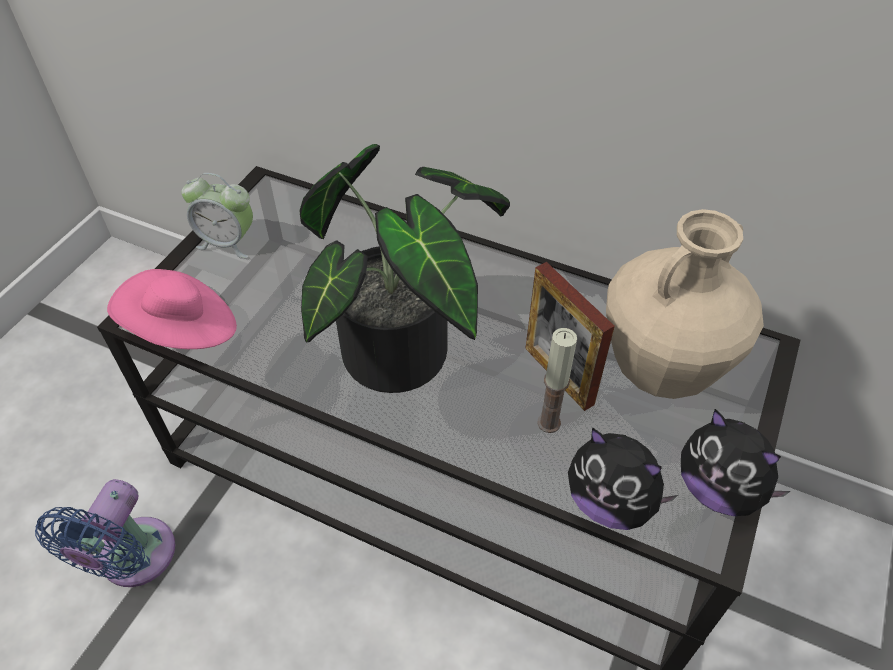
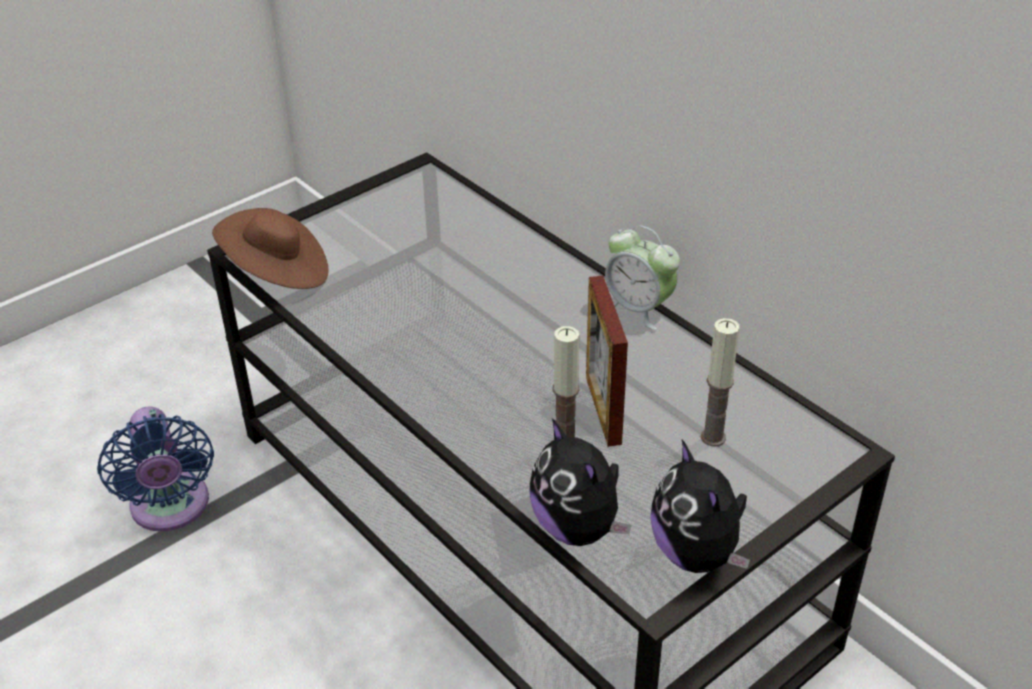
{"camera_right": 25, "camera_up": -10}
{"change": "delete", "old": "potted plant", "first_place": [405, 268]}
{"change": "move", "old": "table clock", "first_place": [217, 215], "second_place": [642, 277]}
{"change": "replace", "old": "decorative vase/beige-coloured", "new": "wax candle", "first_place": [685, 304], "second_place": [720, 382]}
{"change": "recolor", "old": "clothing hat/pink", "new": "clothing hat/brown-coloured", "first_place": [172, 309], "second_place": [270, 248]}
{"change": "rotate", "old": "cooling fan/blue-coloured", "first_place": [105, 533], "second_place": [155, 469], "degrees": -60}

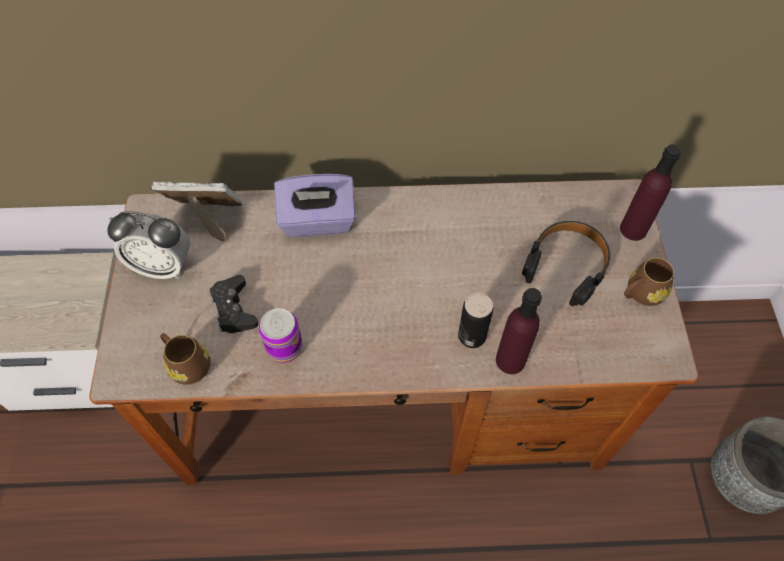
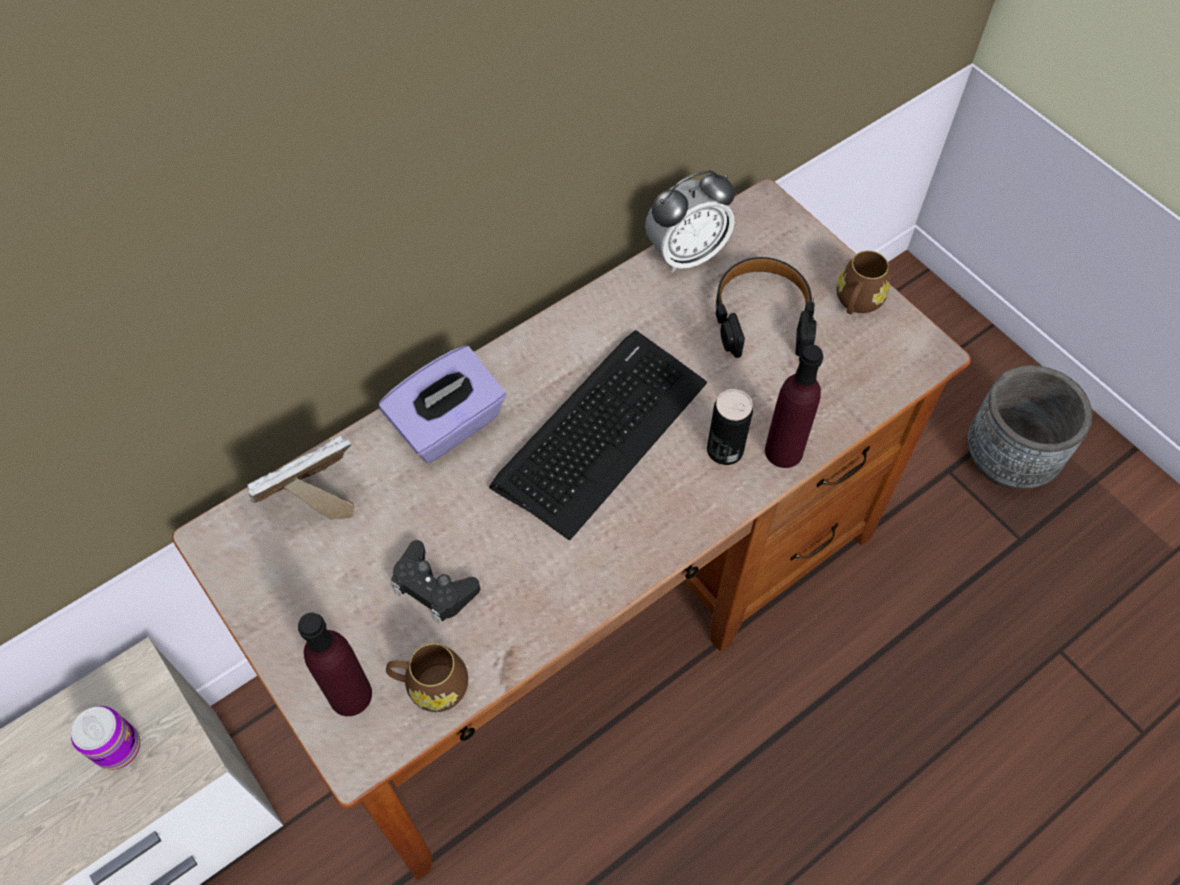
{"camera_right": -35, "camera_up": 0}
{"change": "move", "old": "drink bottle/purple-coloured", "first_place": [650, 192], "second_place": [335, 664]}
{"change": "move", "old": "table clock", "first_place": [148, 245], "second_place": [690, 221]}
{"change": "move", "old": "metal can", "first_place": [281, 335], "second_place": [105, 738]}
{"change": "insert", "new": "computer keyboard", "second_place": [598, 435]}

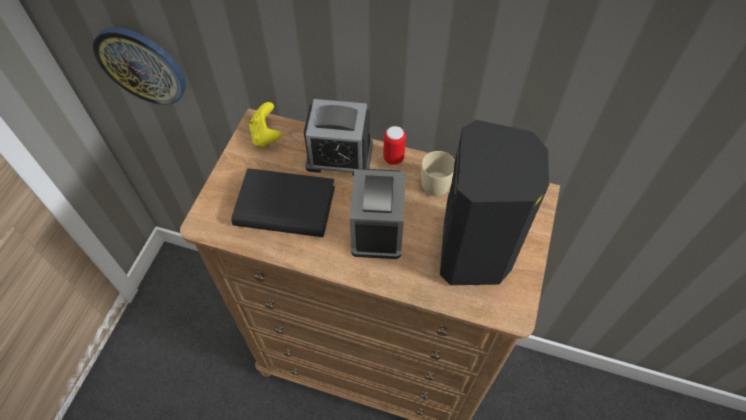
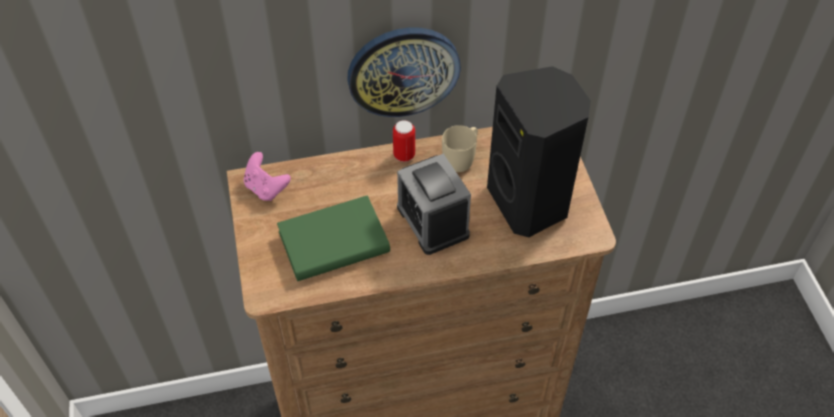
{"camera_right": -30, "camera_up": -5}
{"change": "move", "old": "clock on the wall", "first_place": [139, 66], "second_place": [404, 72]}
{"change": "delete", "old": "table clock", "first_place": [338, 137]}
{"change": "recolor", "old": "game controller/yellow", "new": "game controller/pink", "first_place": [265, 125], "second_place": [267, 176]}
{"change": "recolor", "old": "book/black", "new": "book/green-coloured", "first_place": [283, 202], "second_place": [333, 238]}

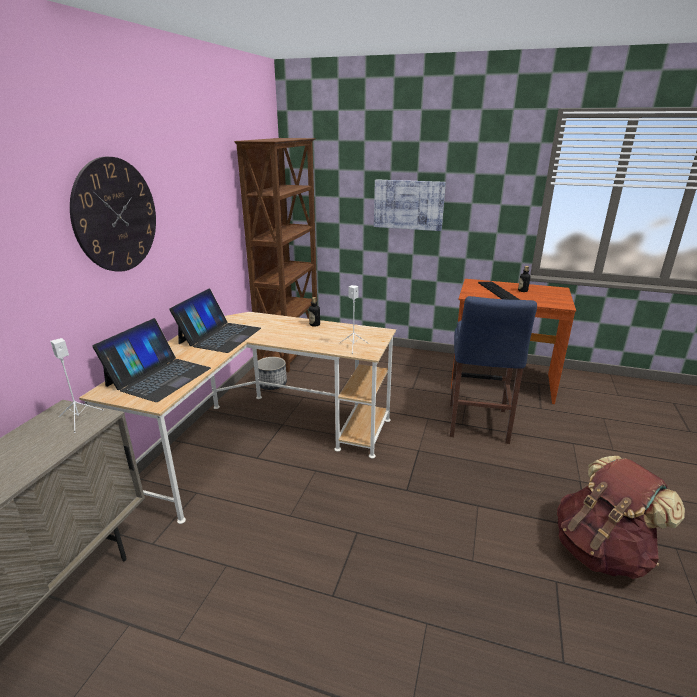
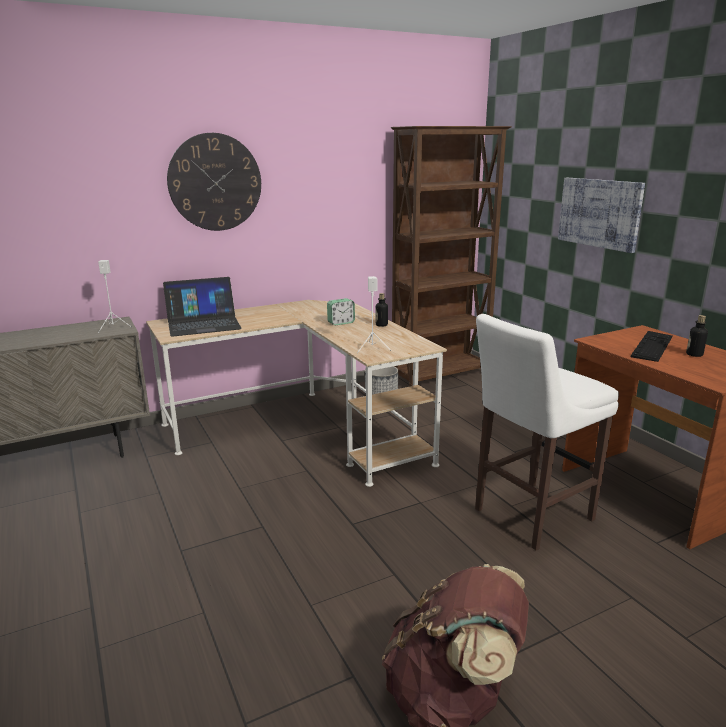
{"camera_right": 45, "camera_up": -5}
{"change": "delete", "old": "notebook computer", "first_place": [215, 320]}
{"change": "recolor", "old": "stool/blue-coloured", "new": "stool/white-coloured", "first_place": [493, 370], "second_place": [547, 432]}
{"change": "insert", "new": "table clock", "second_place": [341, 312]}

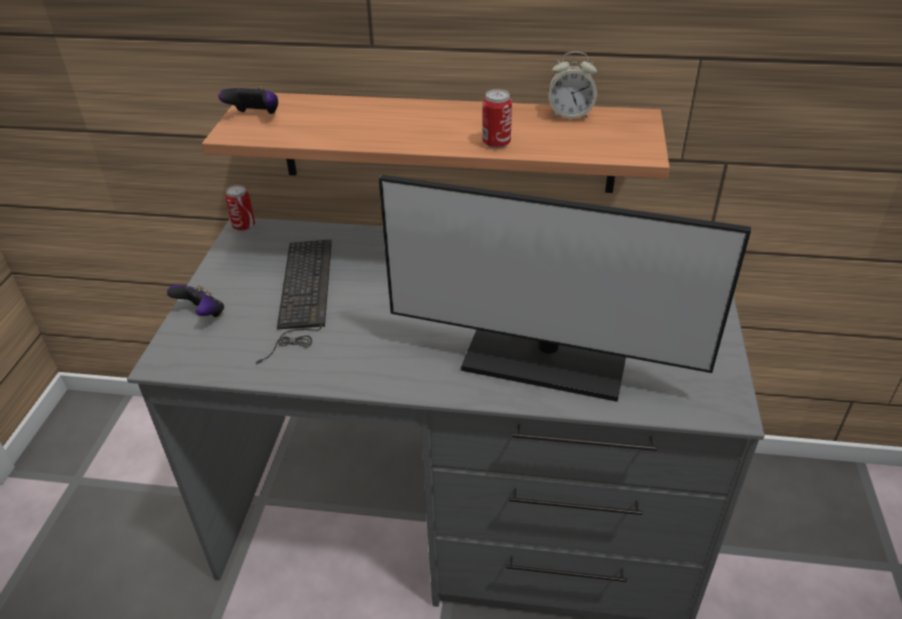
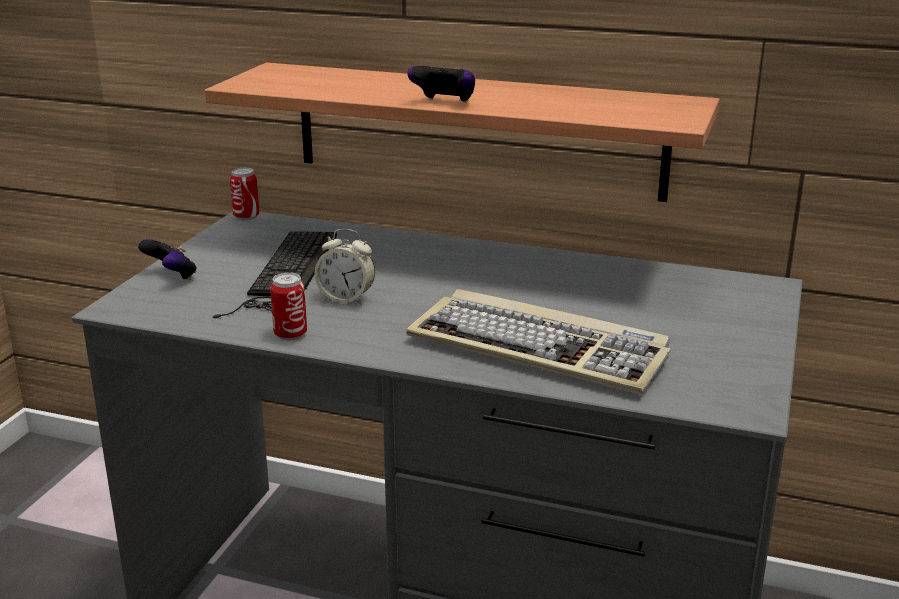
{"camera_right": 10, "camera_up": -15}
{"change": "move", "old": "table clock", "first_place": [573, 85], "second_place": [344, 267]}
{"change": "move", "old": "game controller", "first_place": [248, 100], "second_place": [441, 84]}
{"change": "move", "old": "metal can", "first_place": [497, 119], "second_place": [288, 306]}
{"change": "replace", "old": "computer screen", "new": "computer keyboard", "first_place": [565, 288], "second_place": [538, 342]}

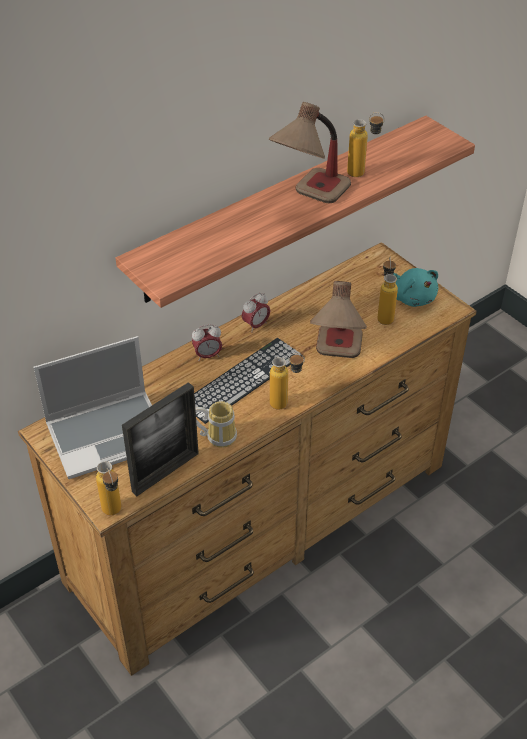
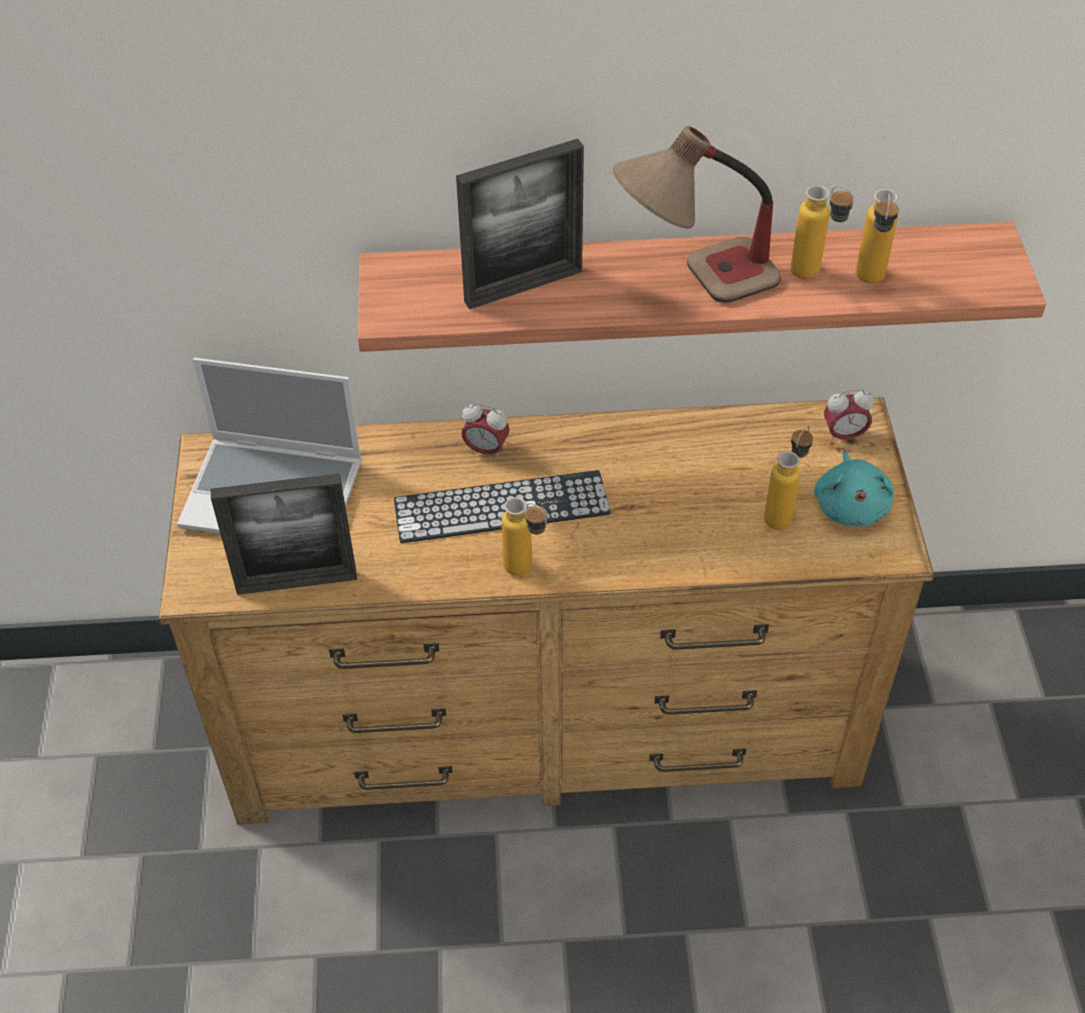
{"camera_right": 35, "camera_up": 5}
{"change": "delete", "old": "tabletop lamp", "first_place": [338, 319]}
{"change": "move", "old": "table clock", "first_place": [256, 313], "second_place": [849, 416]}
{"change": "delete", "old": "tea mug", "first_place": [216, 424]}
{"change": "move", "old": "drink bottle", "first_place": [108, 488], "second_place": [877, 236]}
{"change": "insert", "new": "picture frame", "second_place": [520, 224]}

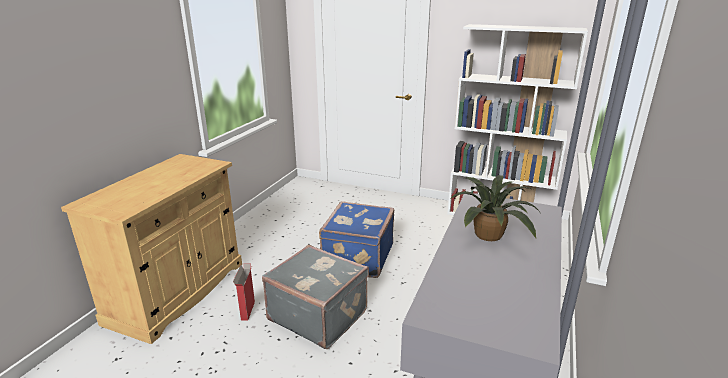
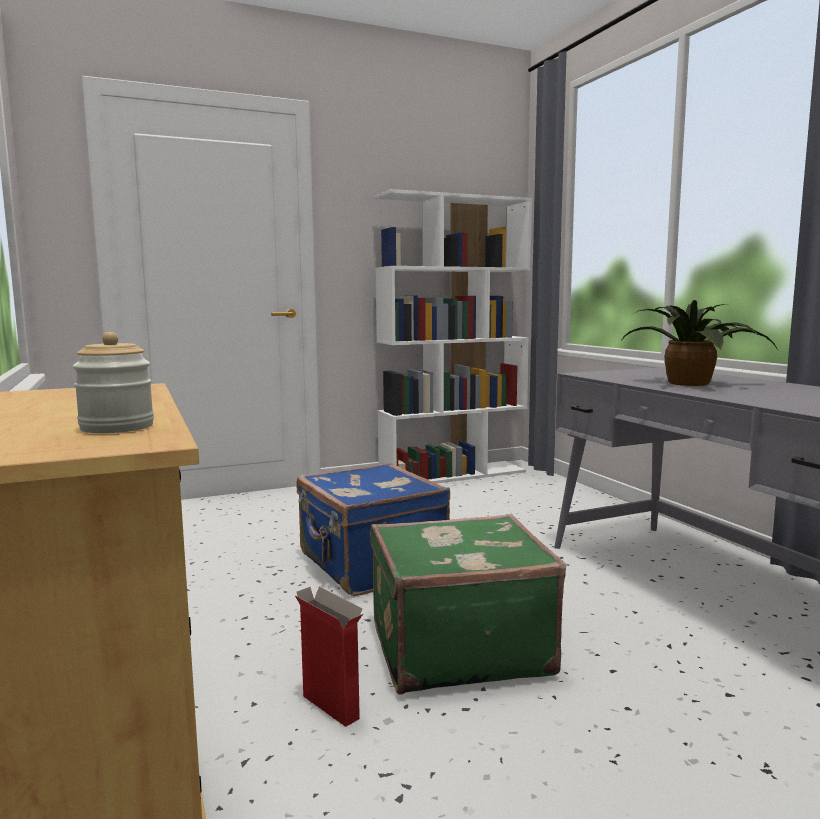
{"camera_right": -45, "camera_up": -15}
{"change": "recolor", "old": "suitcase/gray", "new": "suitcase/green-coloured", "first_place": [315, 297], "second_place": [468, 604]}
{"change": "insert", "new": "preserve jar", "second_place": [113, 382]}

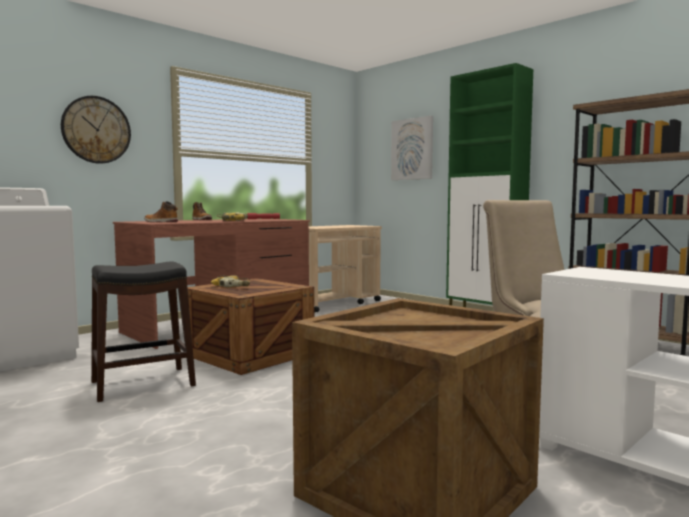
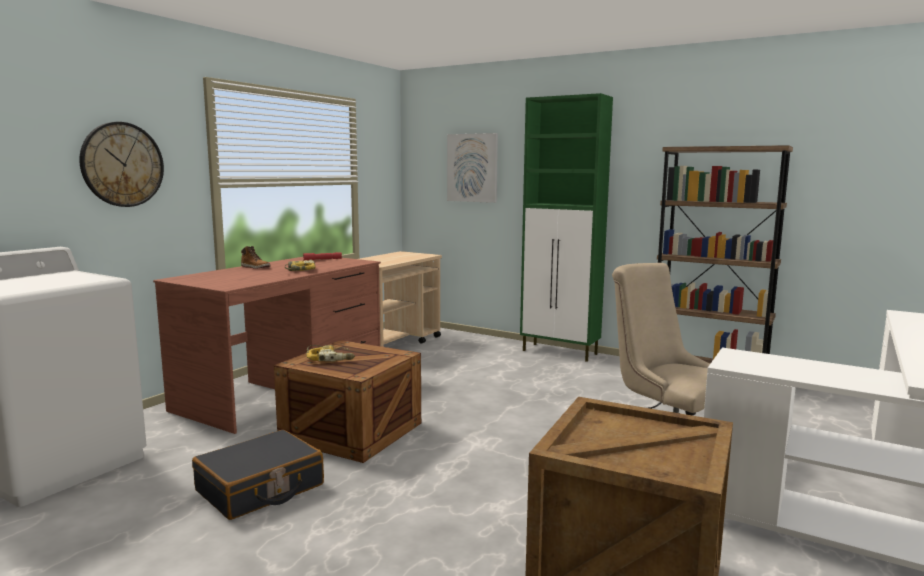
{"camera_right": -15, "camera_up": 5}
{"change": "delete", "old": "high-top boot", "first_place": [161, 211]}
{"change": "replace", "old": "stool/black", "new": "suitcase/black", "first_place": [143, 331], "second_place": [258, 475]}

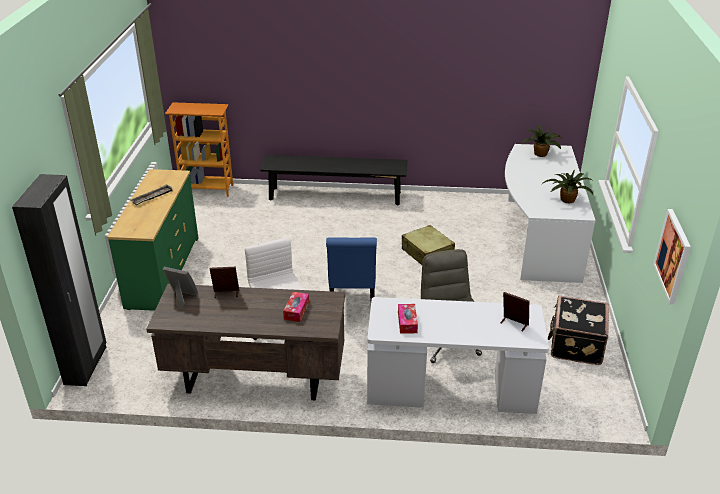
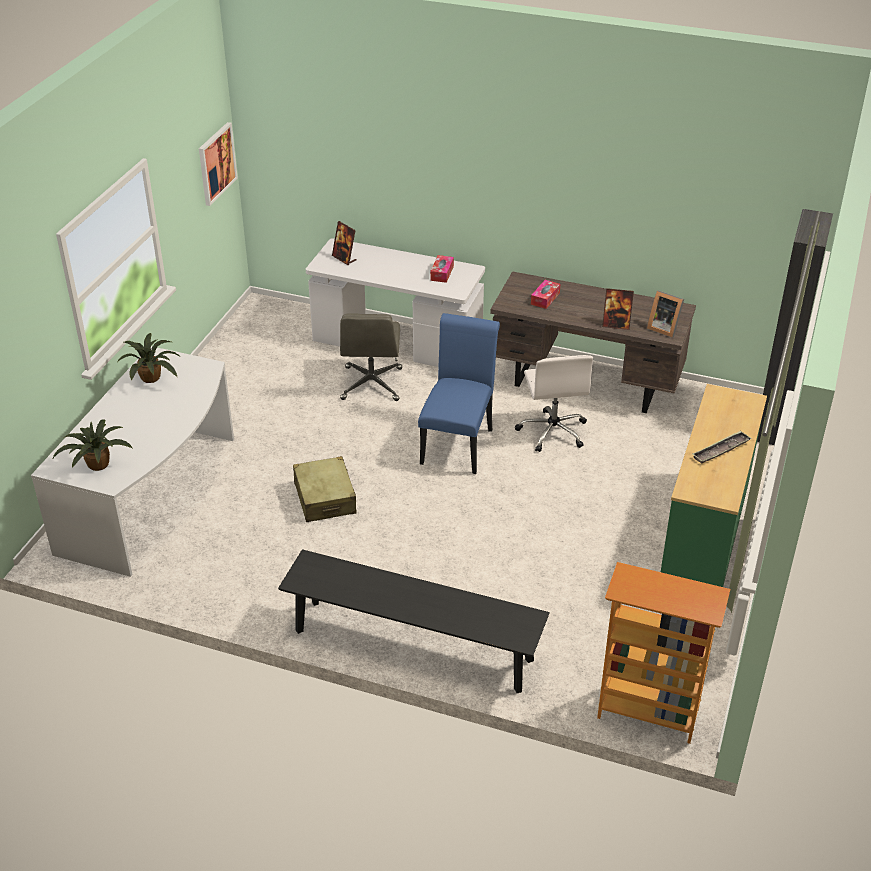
{"camera_right": -165, "camera_up": 5}
{"change": "delete", "old": "suitcase/black", "first_place": [578, 330]}

